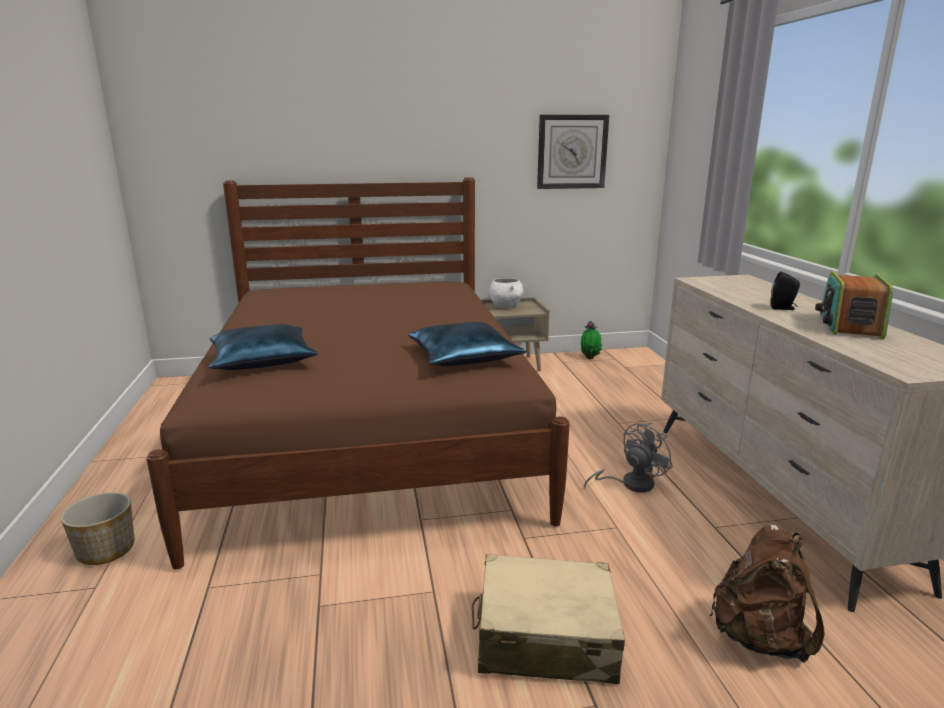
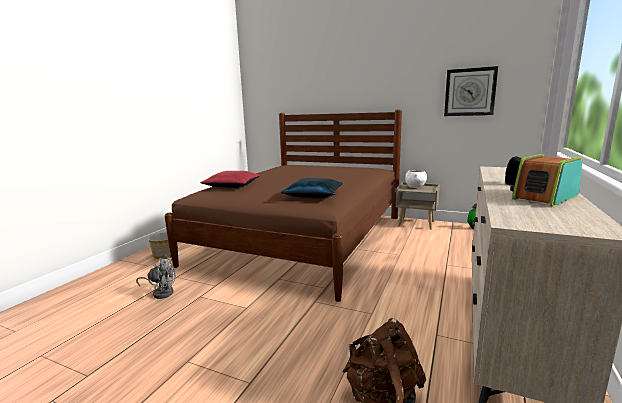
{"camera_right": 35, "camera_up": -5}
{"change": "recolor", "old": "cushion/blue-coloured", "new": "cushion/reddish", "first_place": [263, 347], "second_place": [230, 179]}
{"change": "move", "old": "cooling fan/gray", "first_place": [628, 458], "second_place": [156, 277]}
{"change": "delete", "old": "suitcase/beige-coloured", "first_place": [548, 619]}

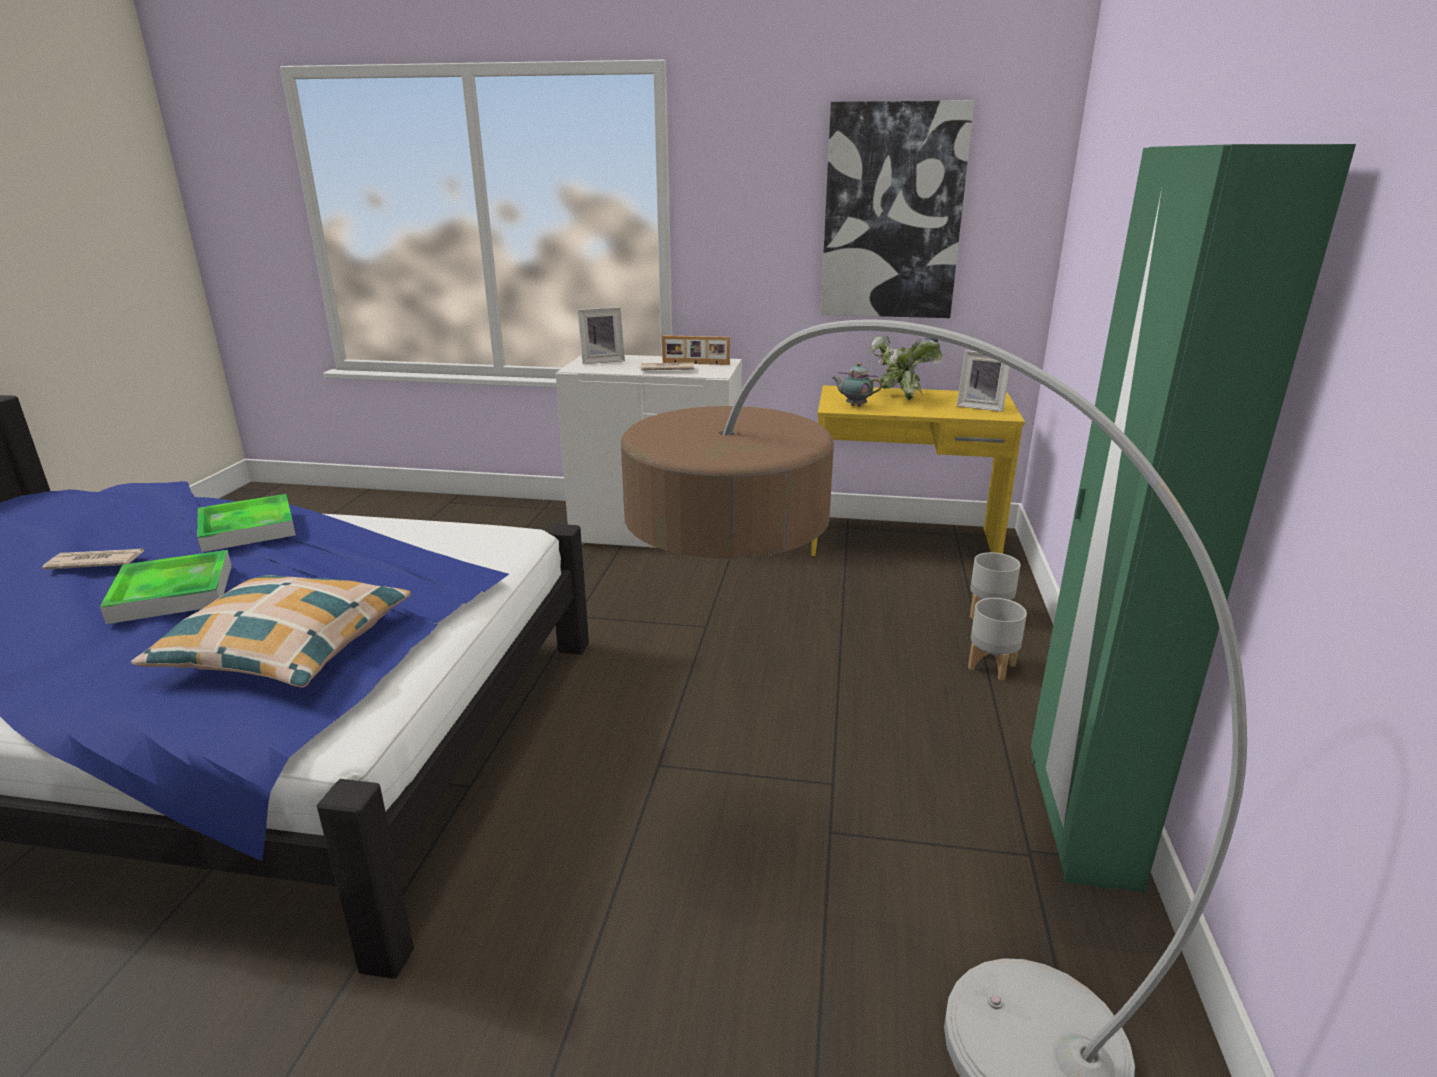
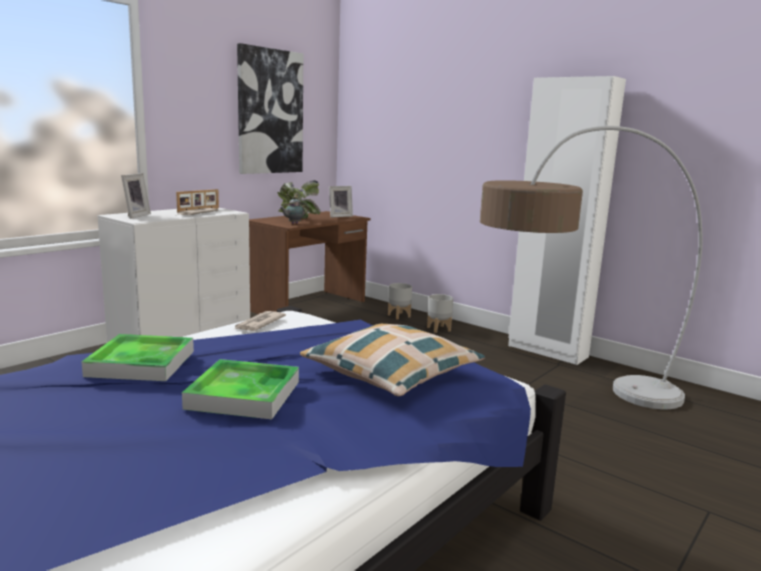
{"camera_right": -60, "camera_up": -10}
{"change": "recolor", "old": "armoire/green-coloured", "new": "armoire/white-coloured", "first_place": [1193, 518], "second_place": [567, 220]}
{"change": "recolor", "old": "desk table/yellow", "new": "desk table/brown-coloured", "first_place": [918, 470], "second_place": [309, 262]}
{"change": "move", "old": "daily paper", "first_place": [93, 559], "second_place": [259, 321]}

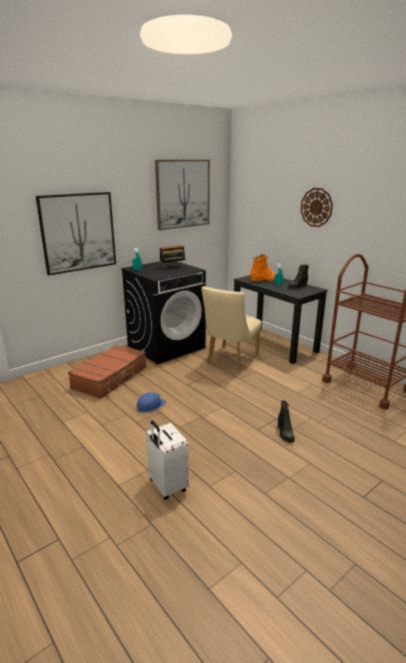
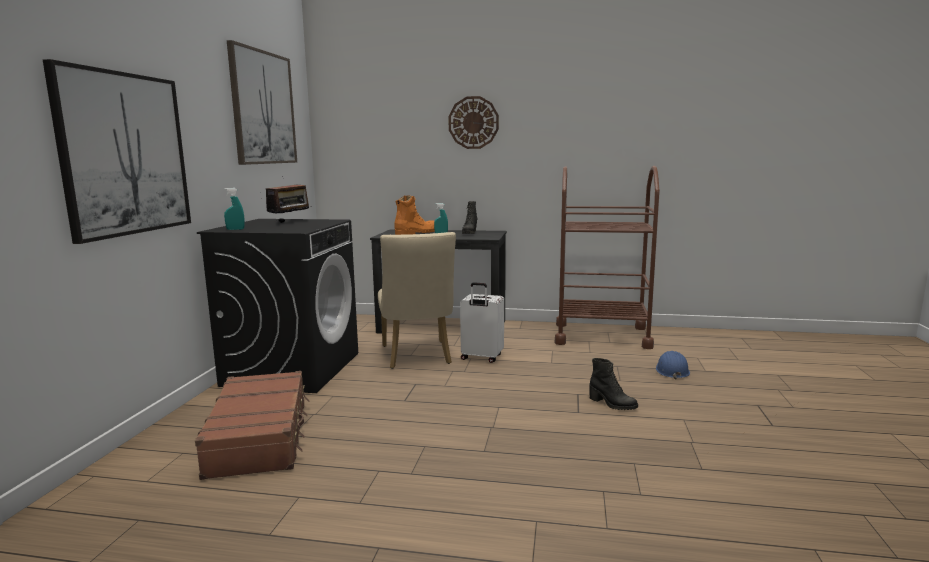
{"camera_right": -40, "camera_up": -10}
{"change": "move", "old": "safety helmet/blue-coloured", "first_place": [151, 402], "second_place": [673, 365]}
{"change": "move", "old": "suitcase/white-coloured", "first_place": [167, 459], "second_place": [482, 322]}

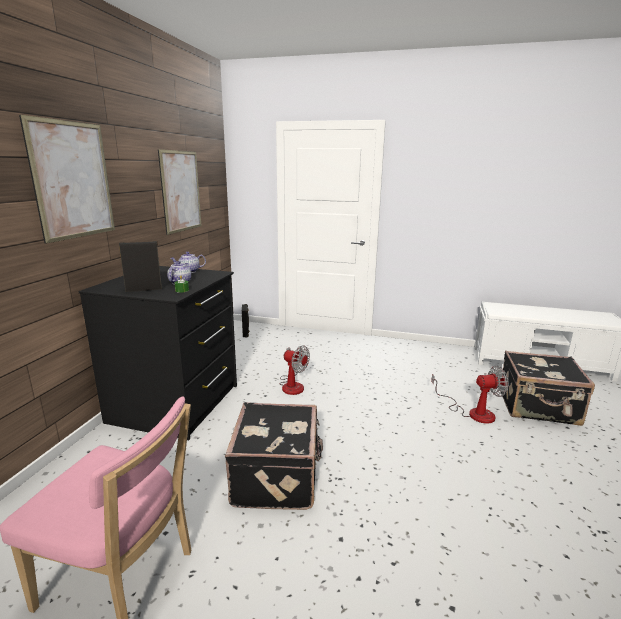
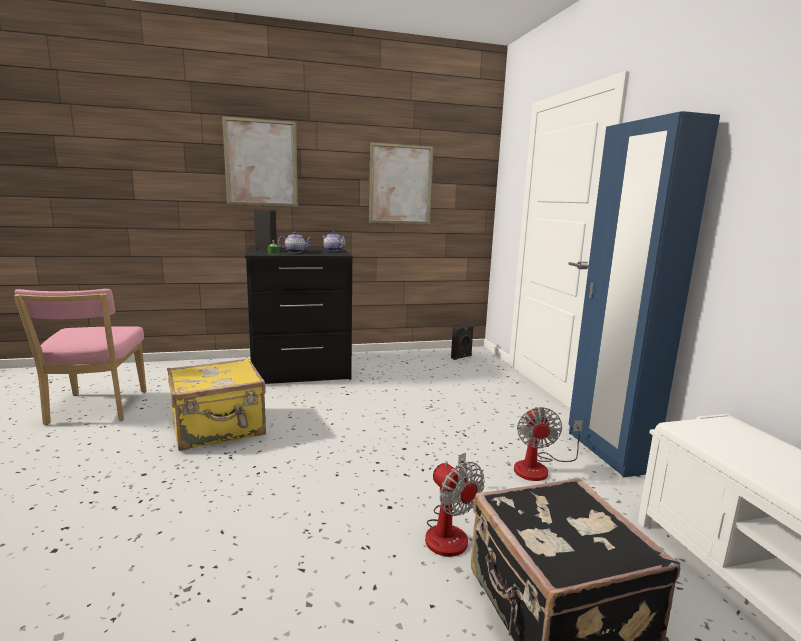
{"camera_right": 60, "camera_up": -5}
{"change": "move", "old": "cooling fan", "first_place": [295, 370], "second_place": [548, 444]}
{"change": "recolor", "old": "suitcase/black", "new": "suitcase/yellow", "first_place": [274, 456], "second_place": [216, 404]}
{"change": "insert", "new": "armoire/blue-coloured", "second_place": [644, 294]}

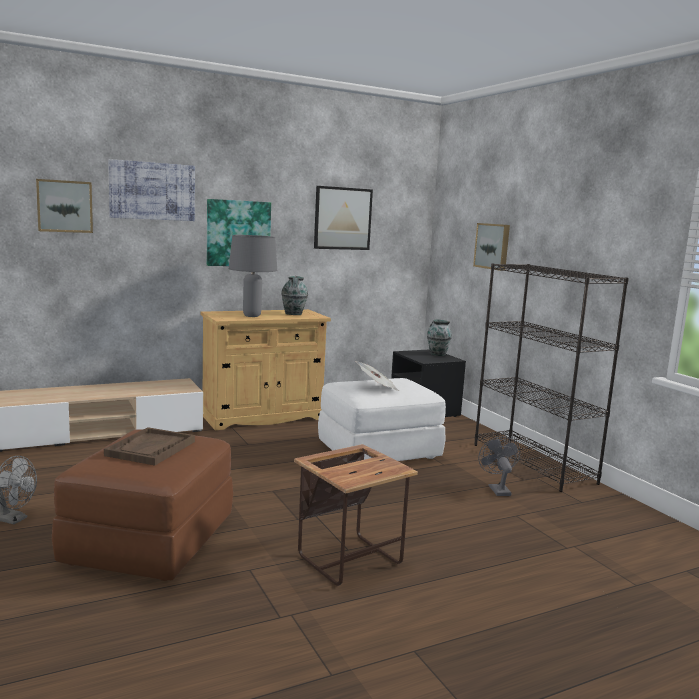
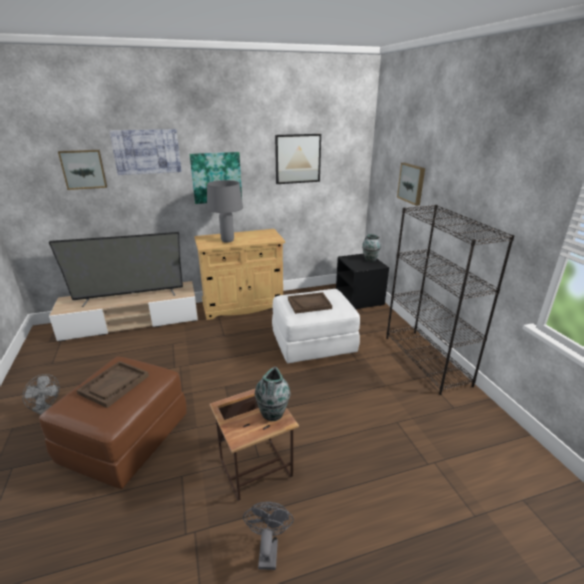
{"camera_right": 10, "camera_up": 15}
{"change": "move", "old": "decorative vase", "first_place": [294, 295], "second_place": [273, 393]}
{"change": "replace", "old": "daily paper", "new": "serving tray/brown-coloured", "first_place": [377, 376], "second_place": [310, 303]}
{"change": "move", "old": "cooling fan/gray", "first_place": [499, 466], "second_place": [268, 536]}
{"change": "insert", "new": "television", "second_place": [115, 269]}

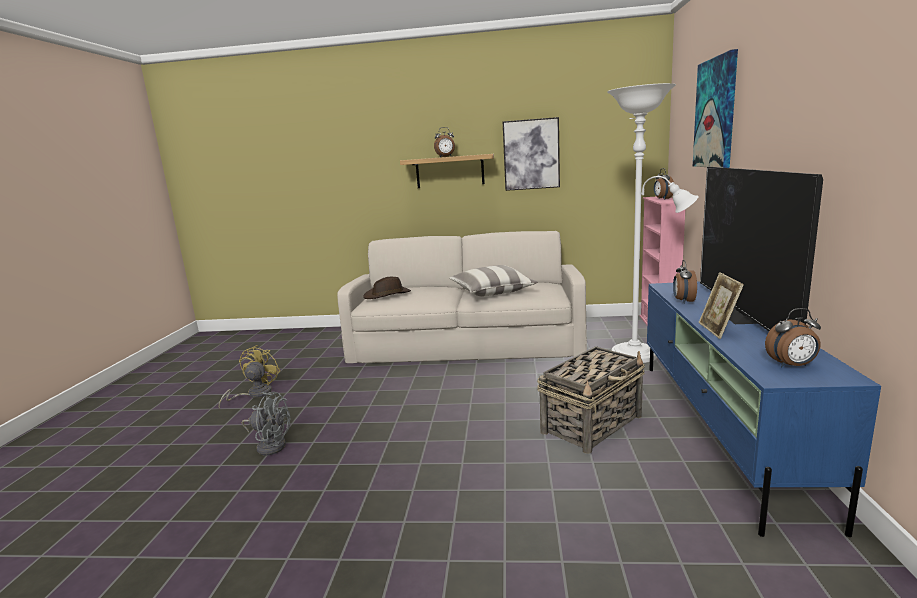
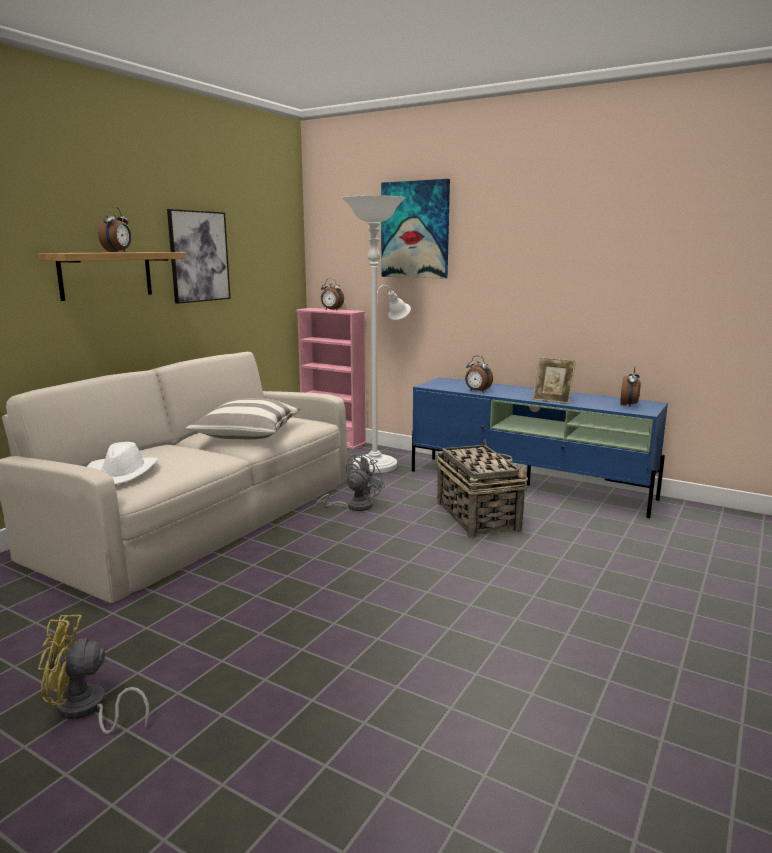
{"camera_right": -65, "camera_up": 0}
{"change": "delete", "old": "television", "first_place": [761, 249]}
{"change": "recolor", "old": "clothing hat/brown-coloured", "new": "clothing hat/white-coloured", "first_place": [387, 288], "second_place": [122, 463]}
{"change": "rotate", "old": "cooling fan/yellow", "first_place": [249, 377], "second_place": [93, 674], "degrees": -45}
{"change": "move", "old": "cooling fan/gray", "first_place": [266, 423], "second_place": [349, 482]}

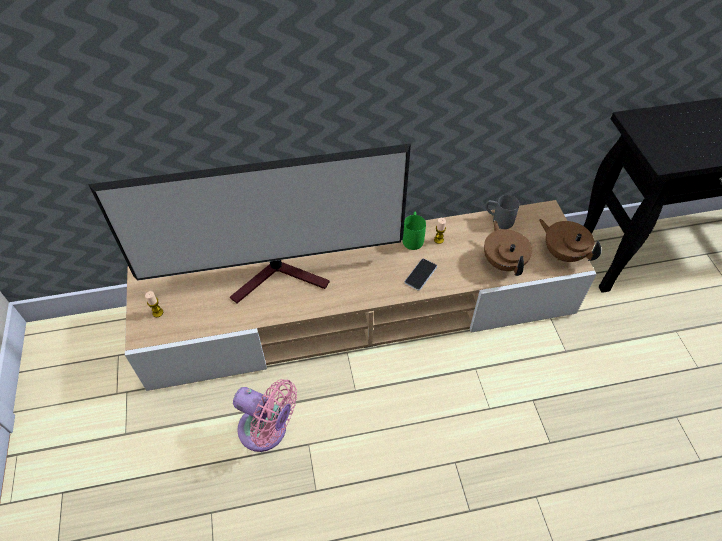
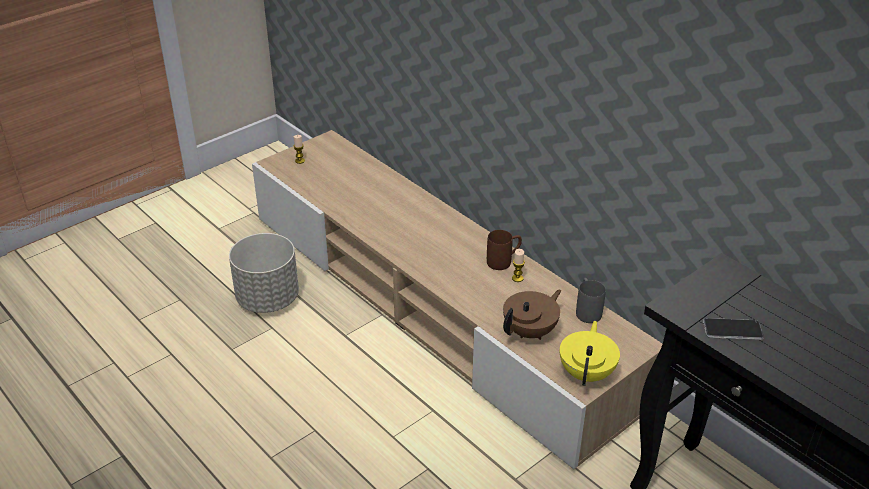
{"camera_right": 60, "camera_up": -15}
{"change": "delete", "old": "television", "first_place": [249, 223]}
{"change": "recolor", "old": "tea mug/green-coloured", "new": "tea mug/brown-coloured", "first_place": [414, 230], "second_place": [504, 250]}
{"change": "recolor", "old": "pot for tea/brown-coloured", "new": "pot for tea/yellow", "first_place": [570, 240], "second_place": [590, 353]}
{"change": "move", "old": "phone", "first_place": [420, 275], "second_place": [733, 329]}
{"change": "replace", "old": "cooling fan/pink", "new": "flower pot/gray", "first_place": [265, 415], "second_place": [264, 273]}

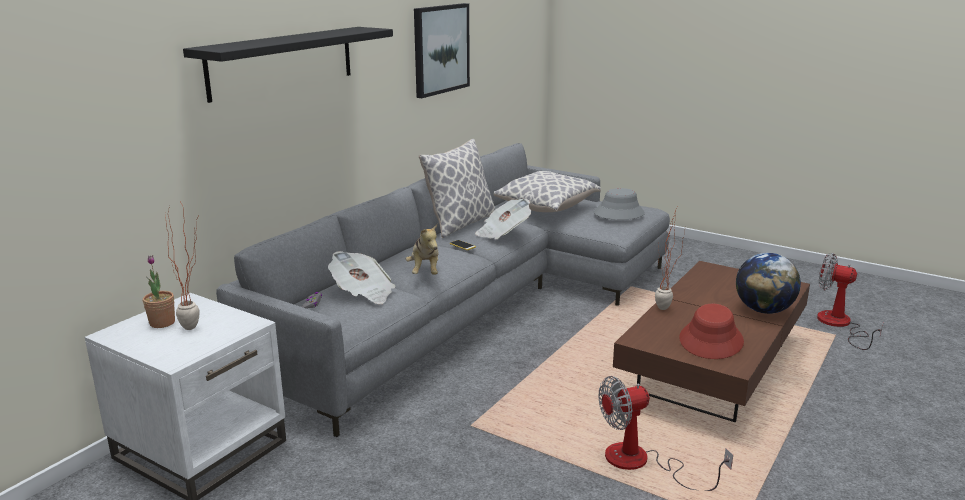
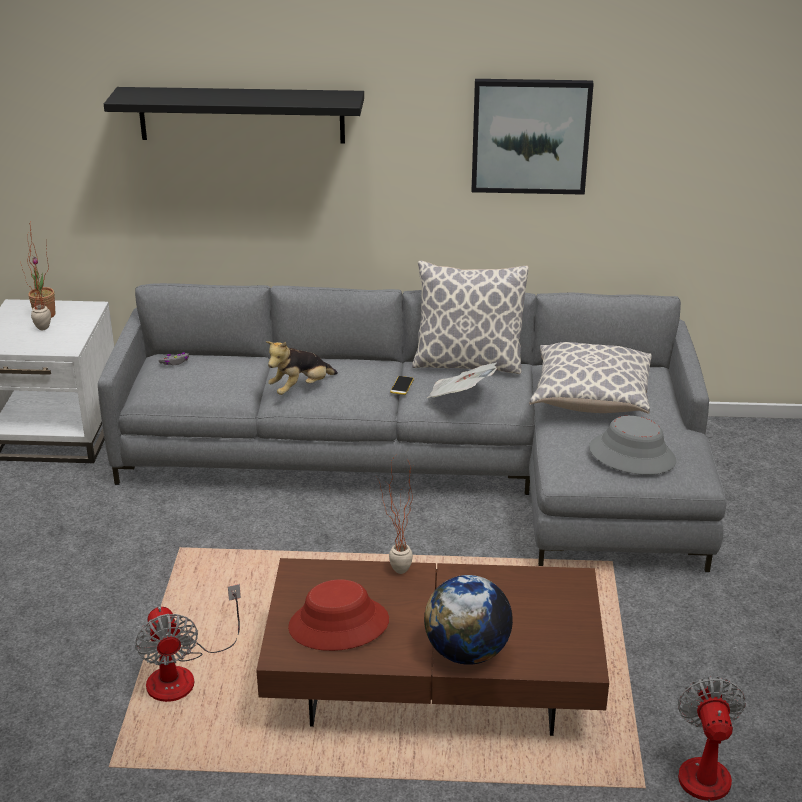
{"camera_right": 60, "camera_up": 10}
{"change": "delete", "old": "daily paper", "first_place": [361, 277]}
{"change": "rotate", "old": "cooling fan", "first_place": [666, 433], "second_place": [188, 643], "degrees": -150}

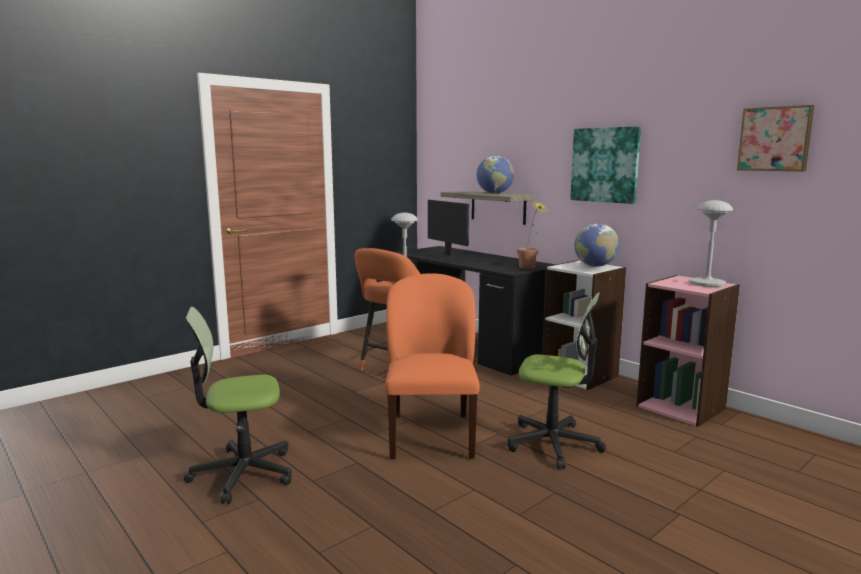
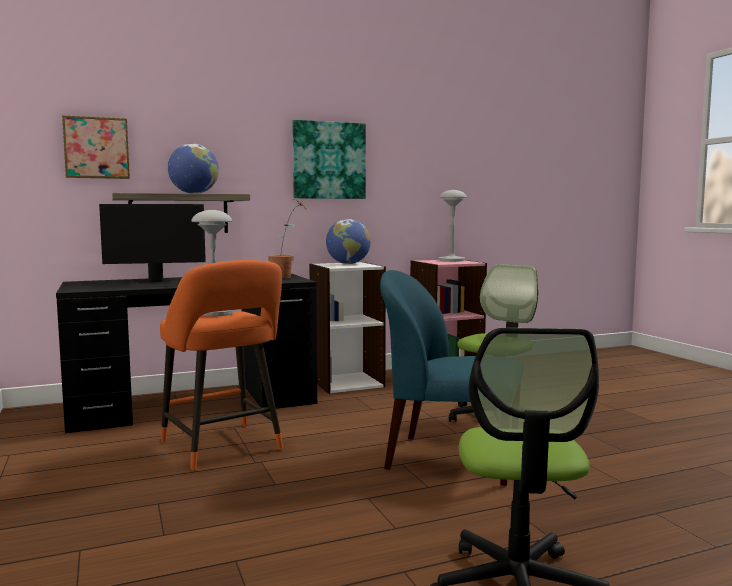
{"camera_right": -70, "camera_up": -5}
{"change": "move", "old": "picture", "first_place": [775, 138], "second_place": [96, 147]}
{"change": "recolor", "old": "chair/orange-coloured", "new": "chair/blue-coloured", "first_place": [432, 366], "second_place": [443, 378]}

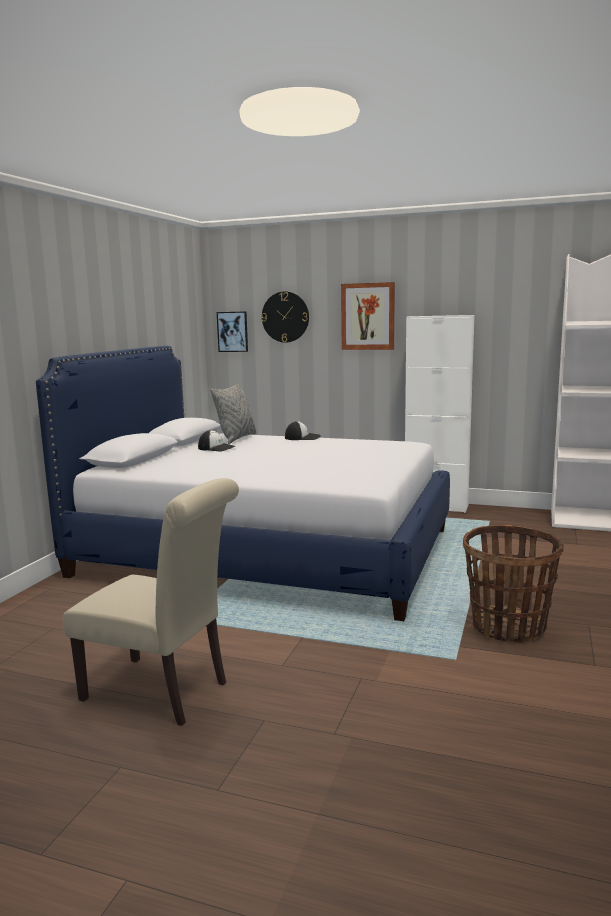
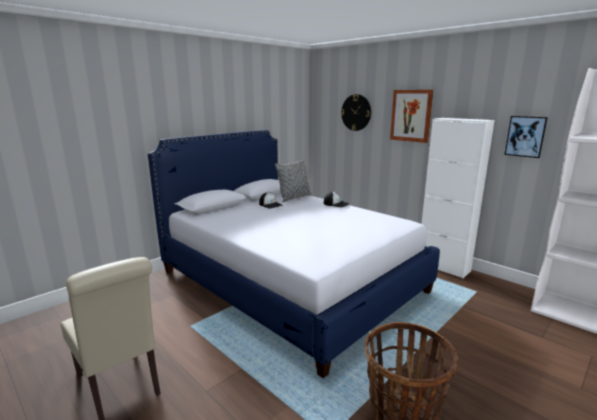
{"camera_right": 25, "camera_up": 5}
{"change": "move", "old": "picture", "first_place": [232, 331], "second_place": [526, 137]}

